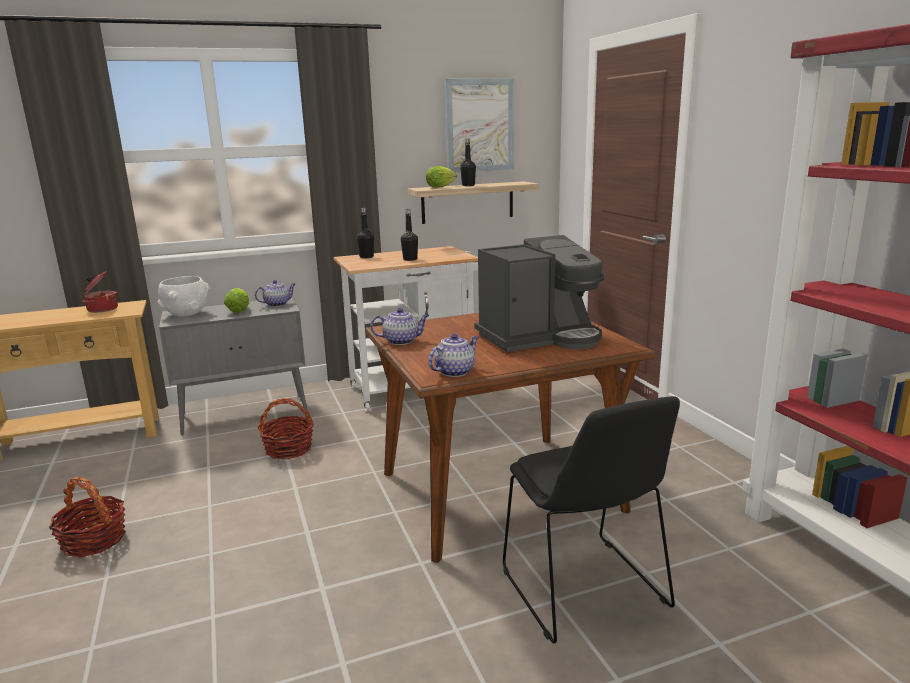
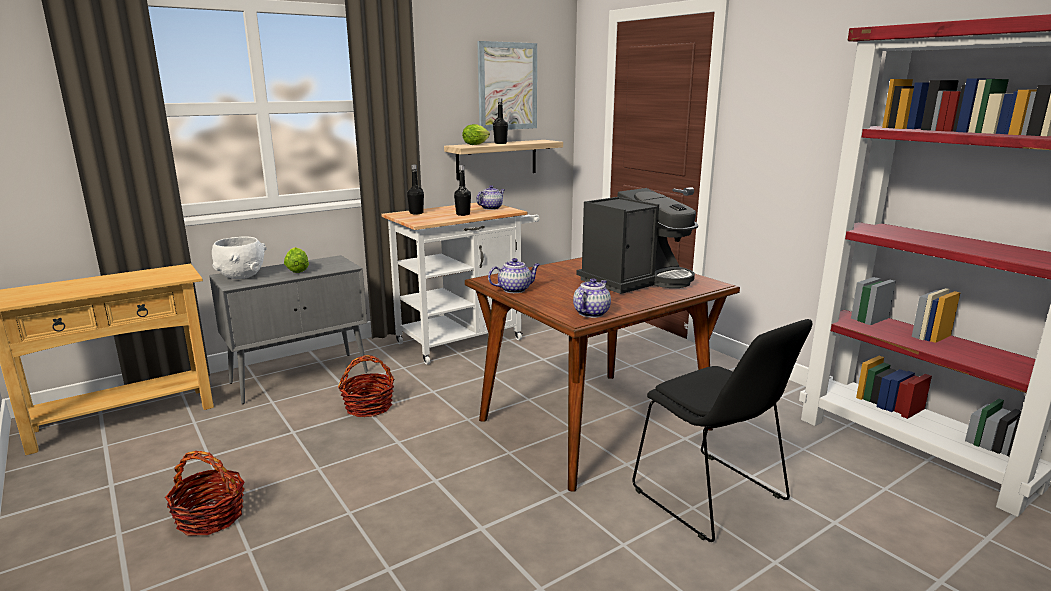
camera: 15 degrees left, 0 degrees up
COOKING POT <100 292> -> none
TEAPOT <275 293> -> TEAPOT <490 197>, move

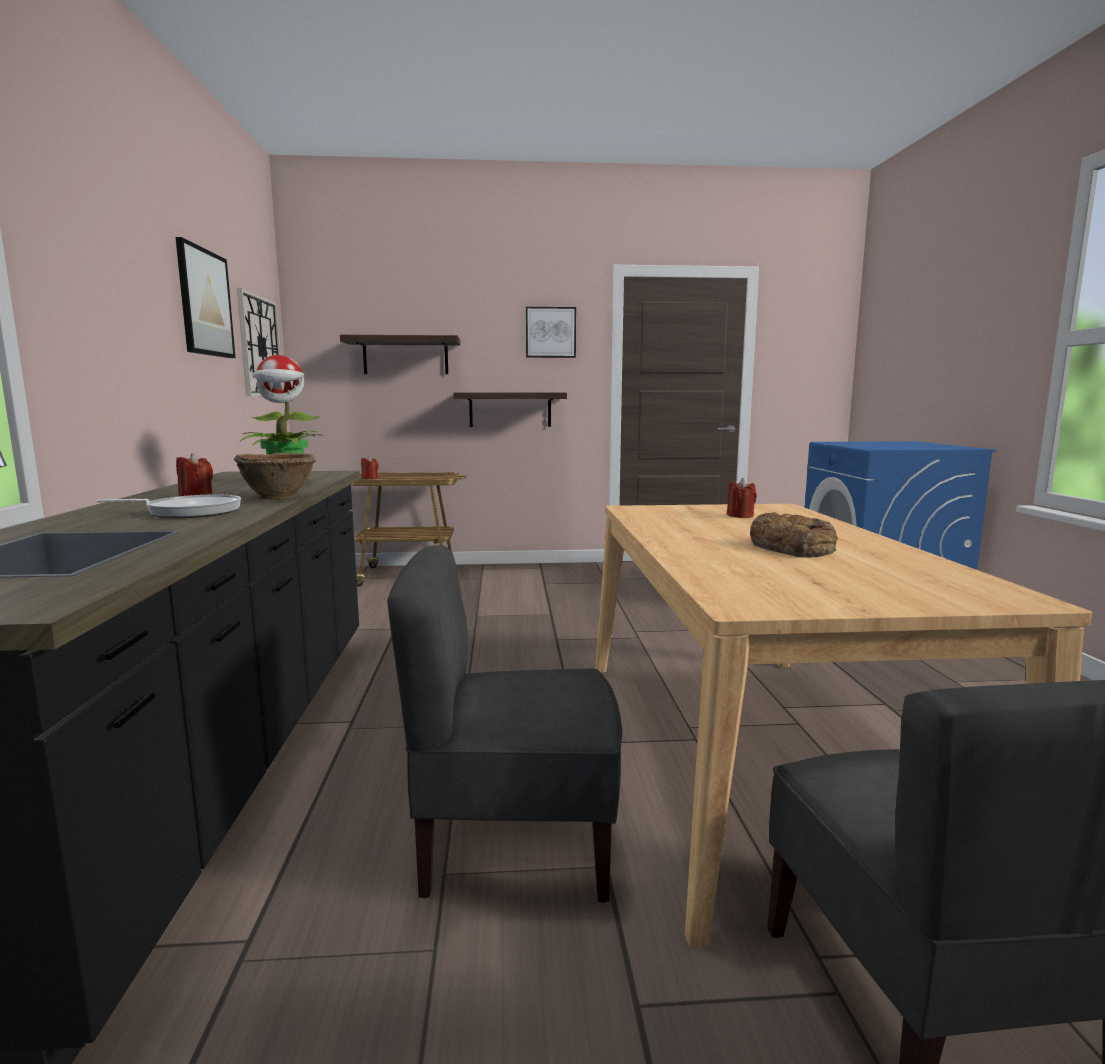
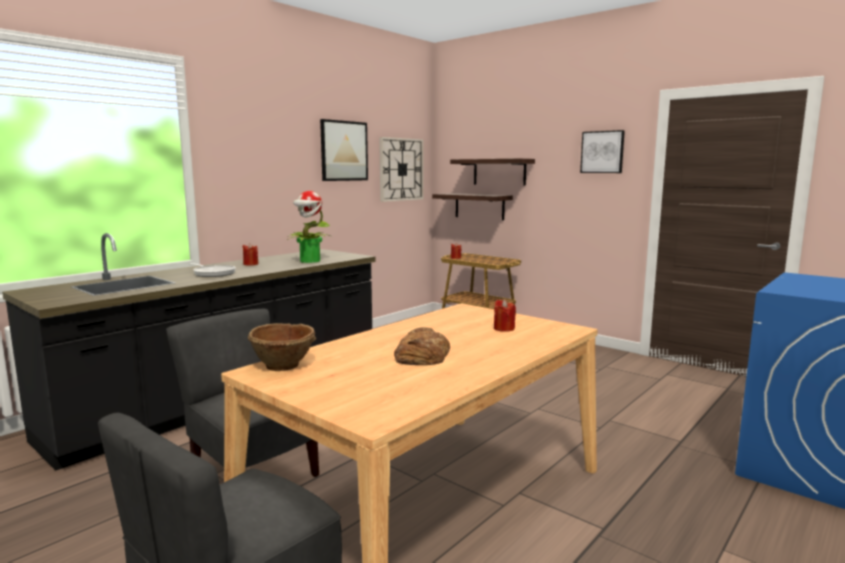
camera: 45 degrees right, 0 degrees up
BROWN-COLOURED SERVING BOWL <275 476> -> BROWN-COLOURED SERVING BOWL <281 347>, move
WALL SHELF <510 410> -> WALL SHELF <472 206>, move

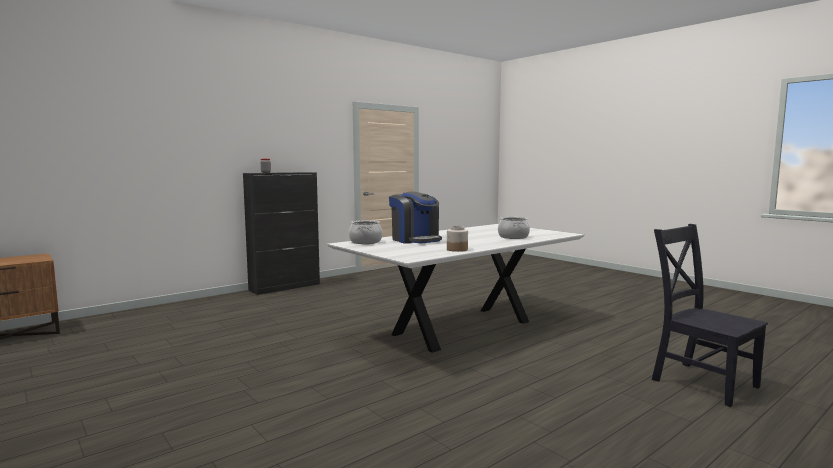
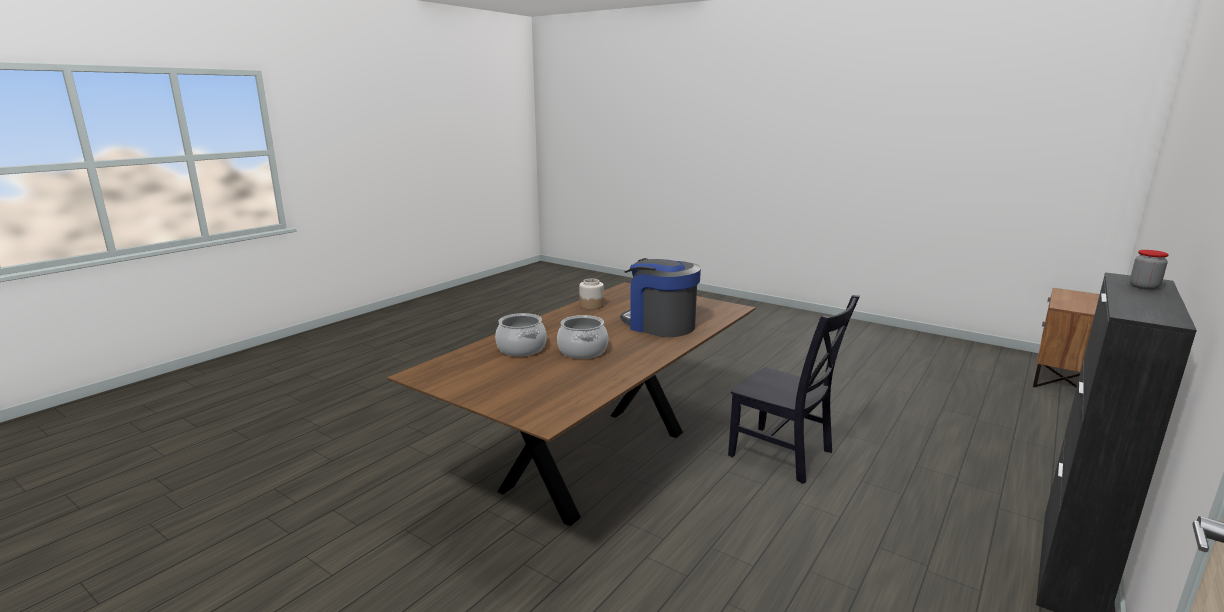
camera: 165 degrees right, 10 degrees up
WHITE-COLOURED DINNER TABLE <455 288> -> BROWN-COLOURED DINNER TABLE <571 404>
COOKING POT <365 232> -> COOKING POT <582 337>, move
BLACKISH PLAIN CHAIR <710 315> -> BLACKISH PLAIN CHAIR <794 389>, move

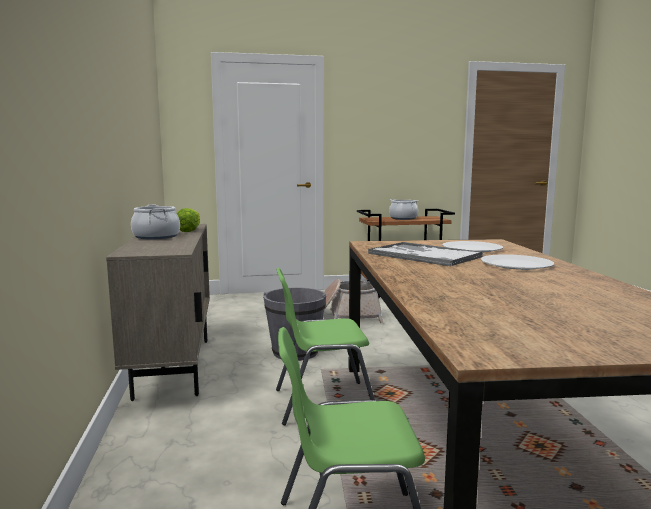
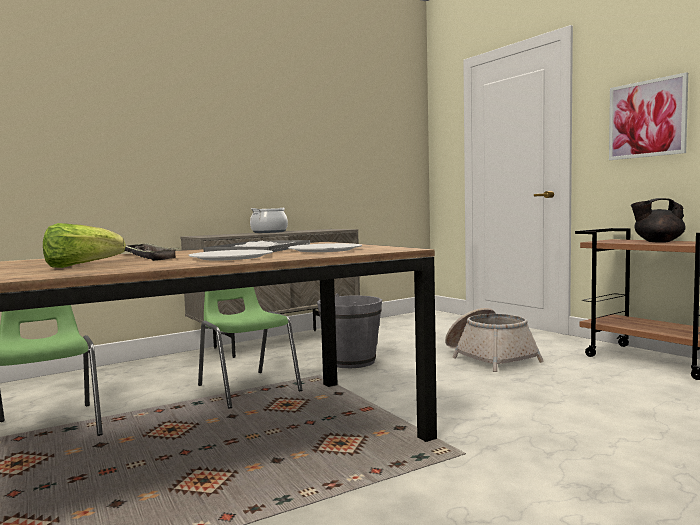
camera: 65 degrees right, 5 degrees down
LETTUCE <188 220> -> LETTUCE <84 245>, move
COOKING POT <403 209> -> BLACKISH TEAPOT <658 220>
none -> SERVING TRAY <152 252>
none -> PICTURE <648 116>

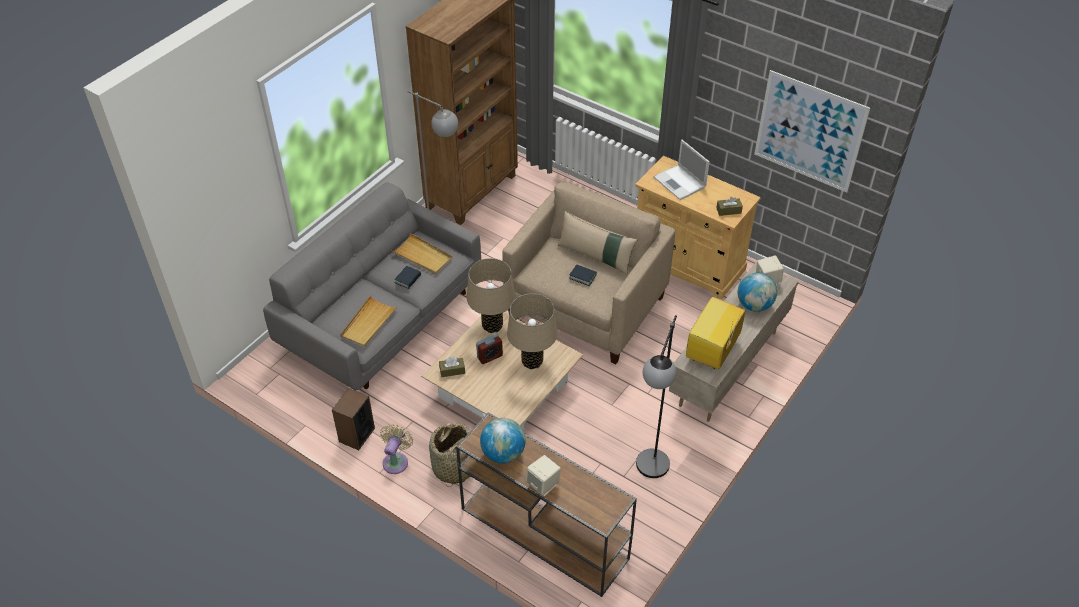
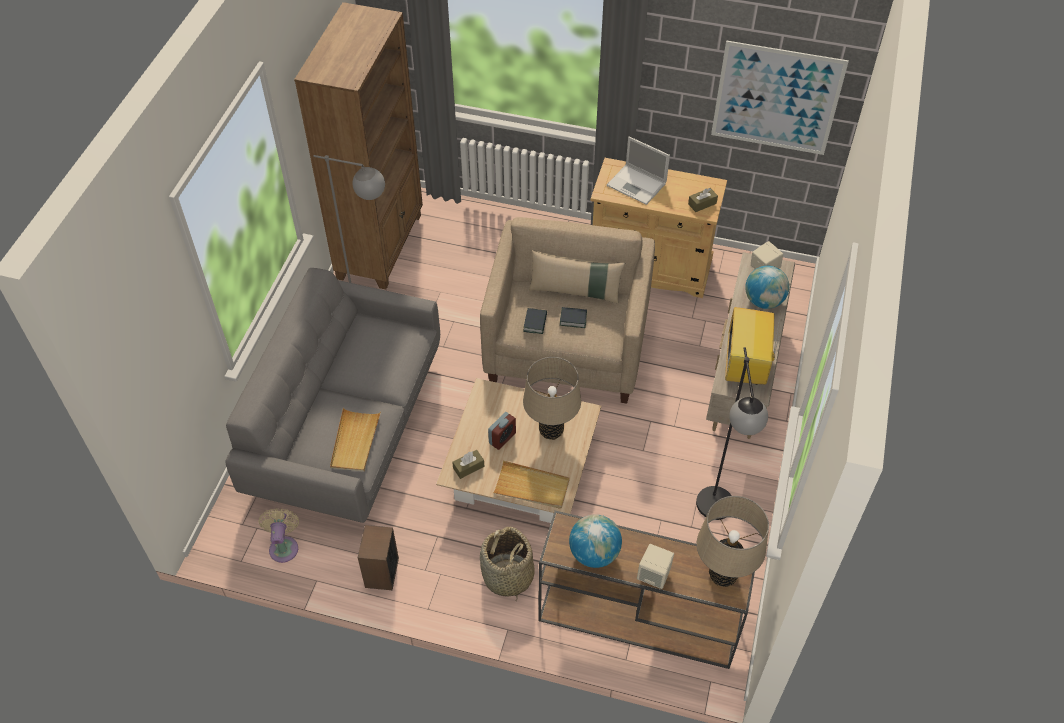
camera: 20 degrees left, 5 degrees up
BEIGE COOLING FAN <396 449> -> BEIGE COOLING FAN <279 535>, move
BEIGE SERVING TRAY <422 254> -> BEIGE SERVING TRAY <531 484>, move
BOUND BOOK <408 277> -> BOUND BOOK <535 321>, move
BEIGE TABLE LAMP <491 295> -> BEIGE TABLE LAMP <733 541>, move

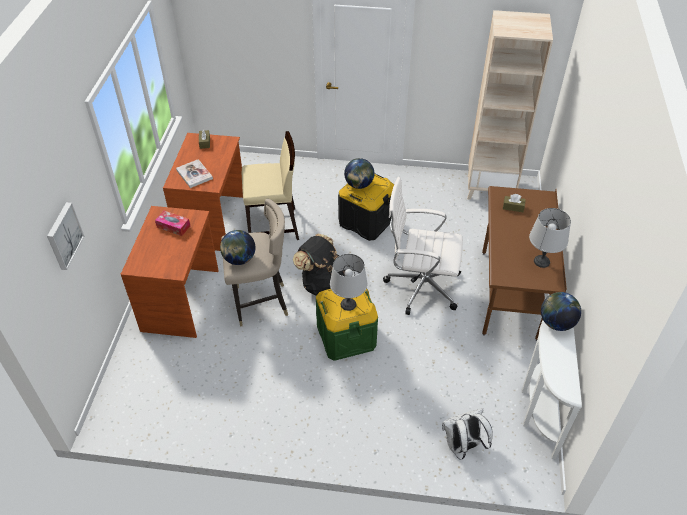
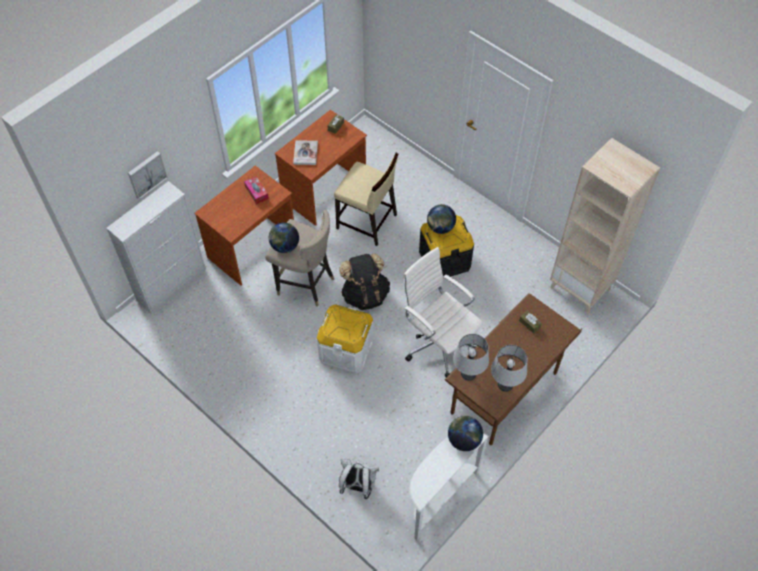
camera: 35 degrees right, 10 degrees up
GREEN STORAGE CONTAINER <347 324> -> WHITE-COLOURED STORAGE CONTAINER <345 338>
GREYISH TABLE LAMP <348 282> -> GREYISH TABLE LAMP <471 357>, move
none -> WHITE-COLOURED CUPBOARD <156 247>

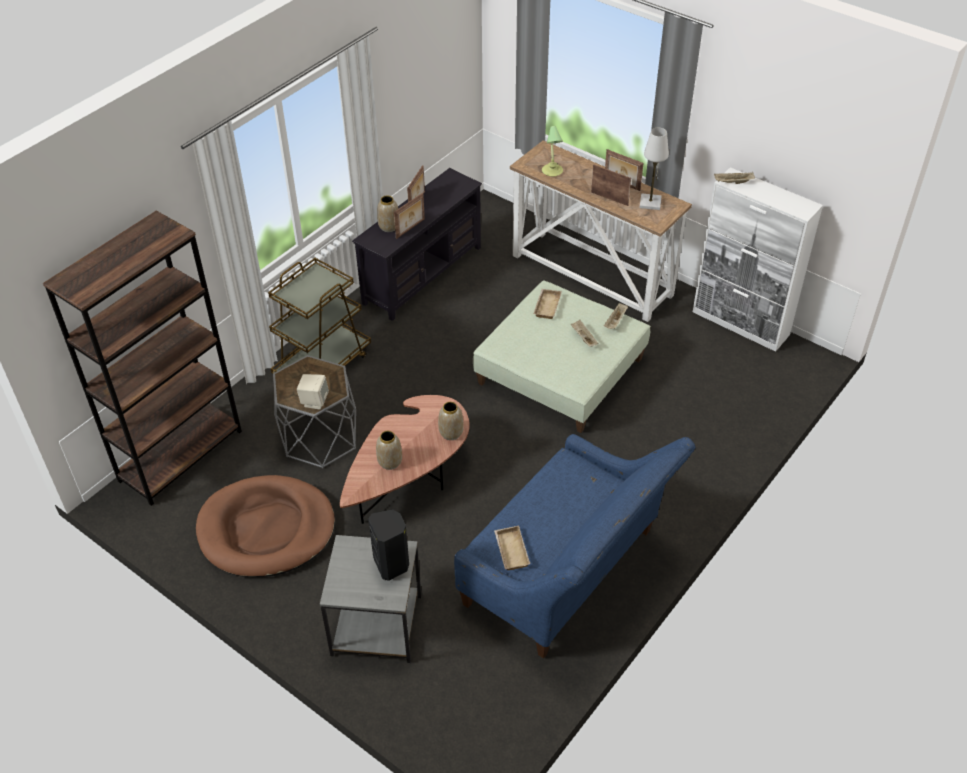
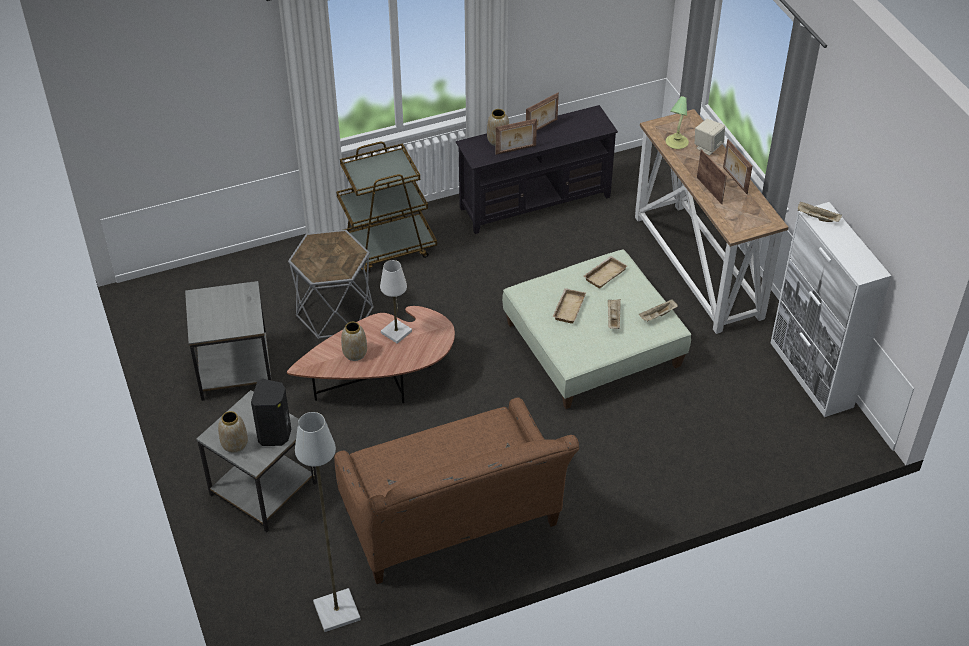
camera: 30 degrees right, 0 degrees up
BROWN-COLOURED BOOKSHELF <142 358> -> none
BROWN-COLOURED DOG CUSHION <265 526> -> GREYISH SIDE TABLE <228 341>
BEIGE LOUDSPEAKER <313 392> -> BEIGE LOUDSPEAKER <710 137>, move
DECORATIVE VASE <451 421> -> DECORATIVE VASE <233 432>, move
BLUE SOFA <575 546> -> BROWN-COLOURED SOFA <456 491>
BEIGE SERVING TRAY <512 548> -> BEIGE SERVING TRAY <569 306>, move
WHITE-COLOURED TABLE LAMP <654 169> -> WHITE-COLOURED TABLE LAMP <396 302>, move
none -> GREYISH FLOOR LAMP <328 522>

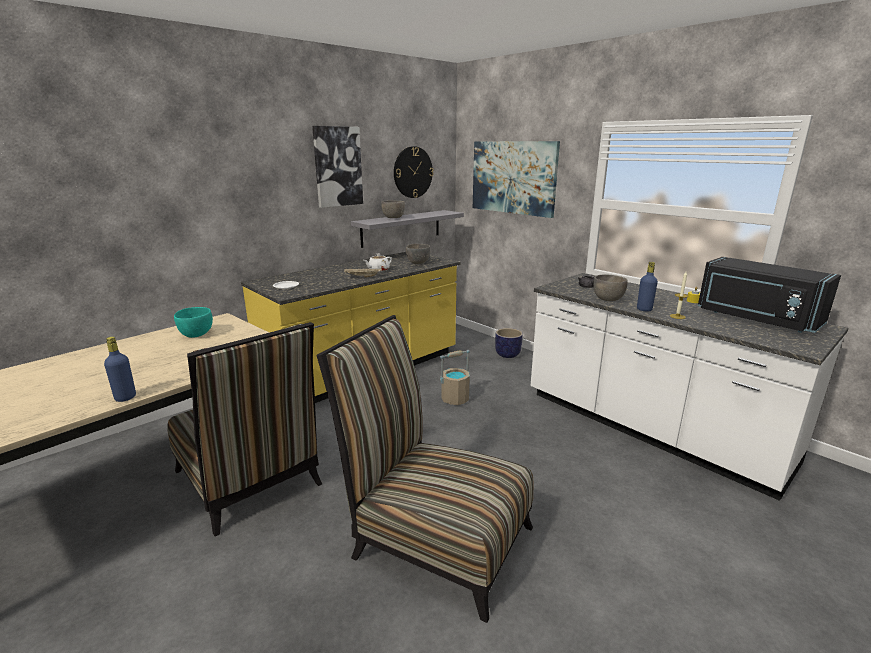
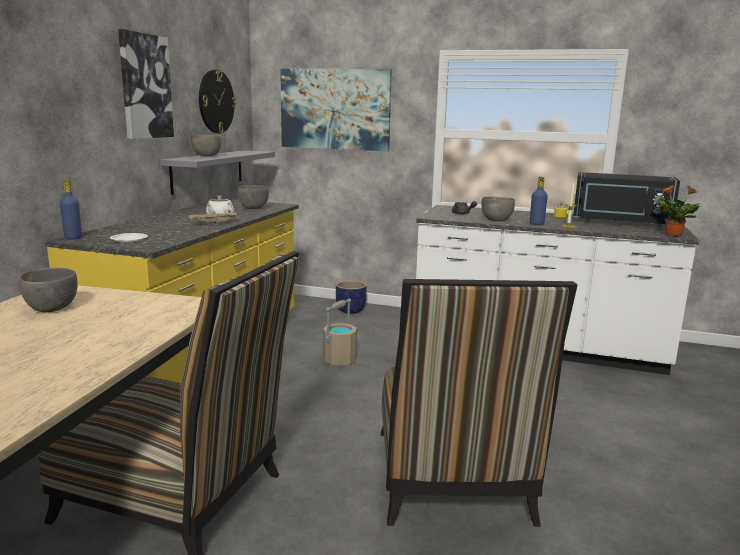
camera: 30 degrees left, 5 degrees down
BLUE BEVERAGE BOTTLE <120 369> -> BLUE BEVERAGE BOTTLE <71 209>, move
BLUE-GREEN SERVING BOWL <193 322> -> GREYISH SERVING BOWL <48 290>
PLAIN CHAIR <424 469> -> PLAIN CHAIR <479 403>, 90 degrees counterclockwise
none -> HOUSEPLANT <677 211>

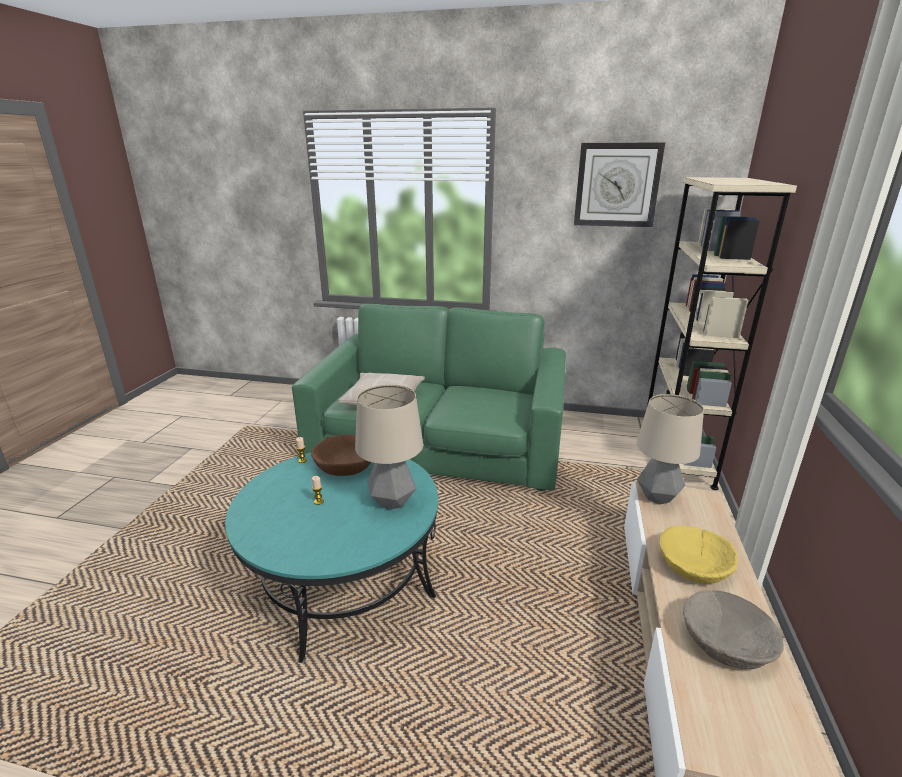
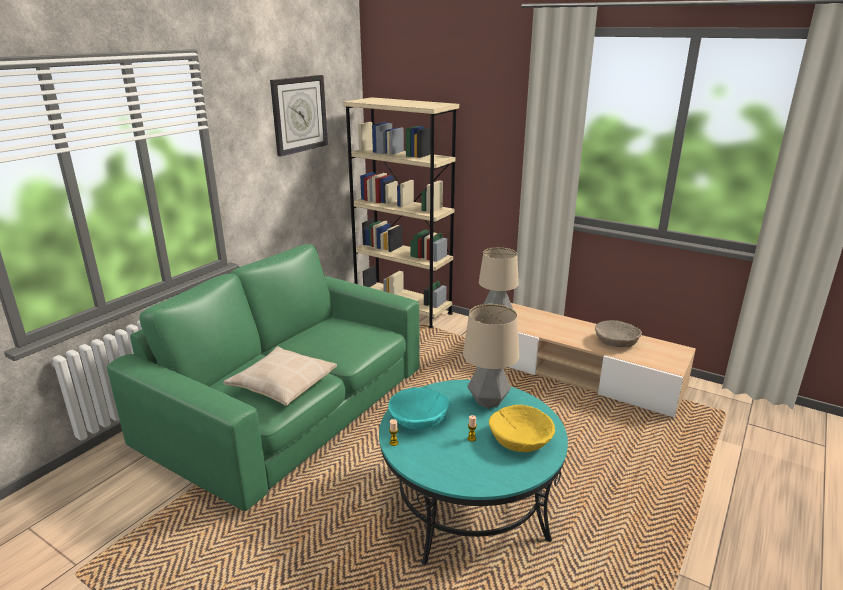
camera: 70 degrees left, 0 degrees up
BROWN-COLOURED SERVING BOWL <341 455> -> BLUE-GREEN SERVING BOWL <418 408>
YELLOW SERVING BOWL <698 554> -> YELLOW SERVING BOWL <522 428>, move

